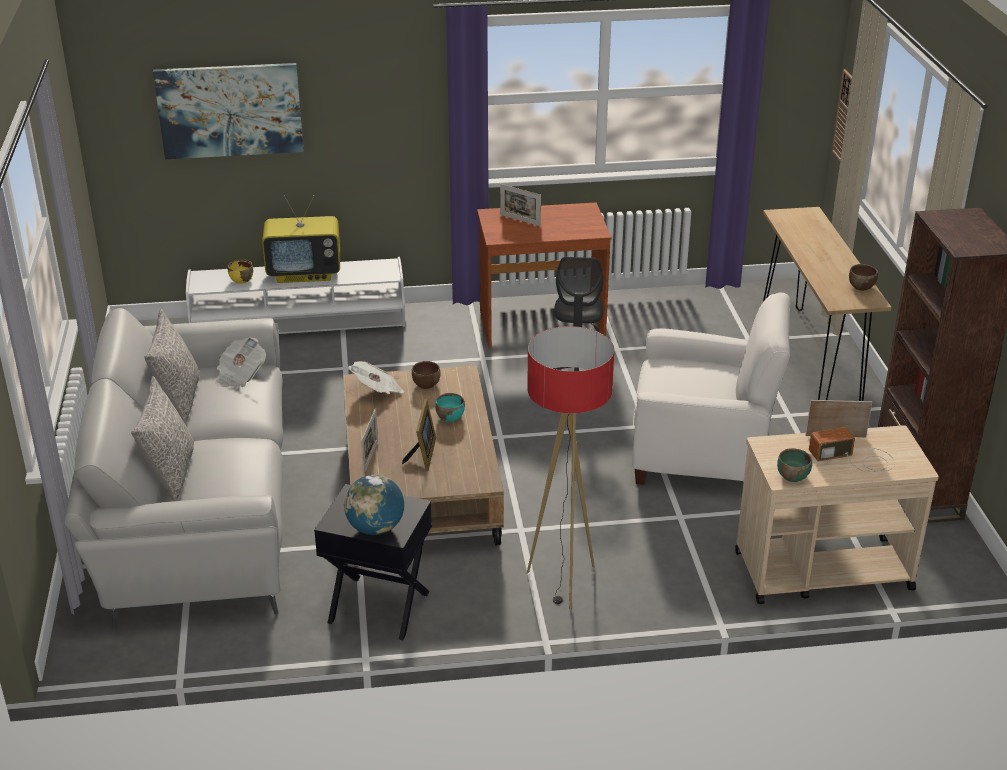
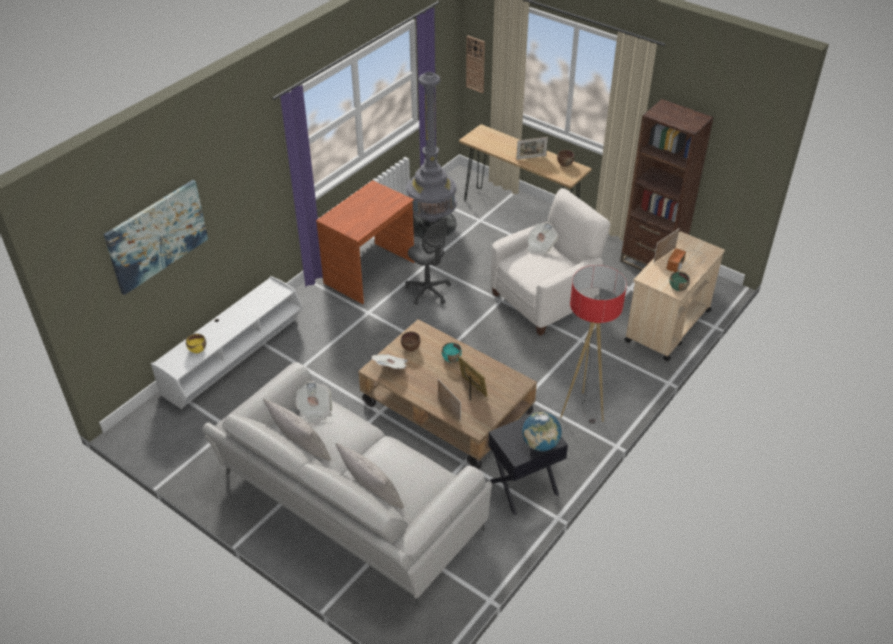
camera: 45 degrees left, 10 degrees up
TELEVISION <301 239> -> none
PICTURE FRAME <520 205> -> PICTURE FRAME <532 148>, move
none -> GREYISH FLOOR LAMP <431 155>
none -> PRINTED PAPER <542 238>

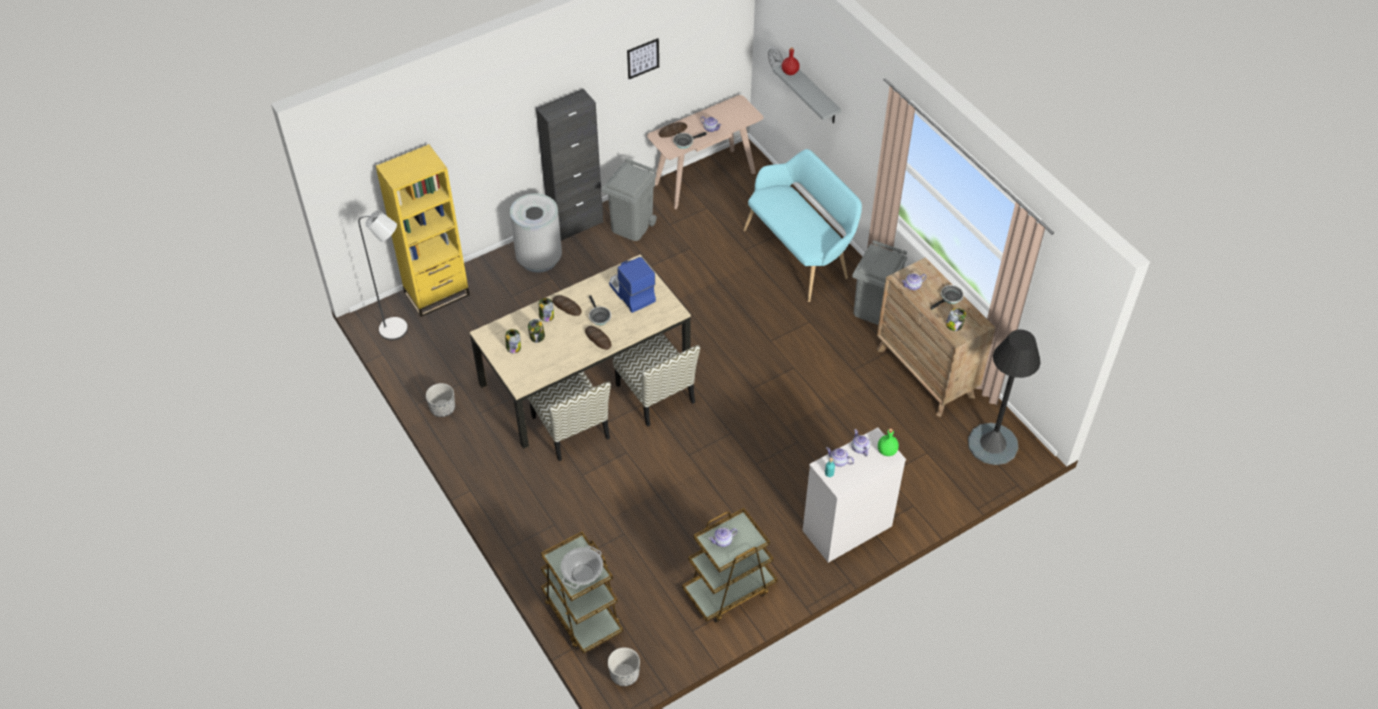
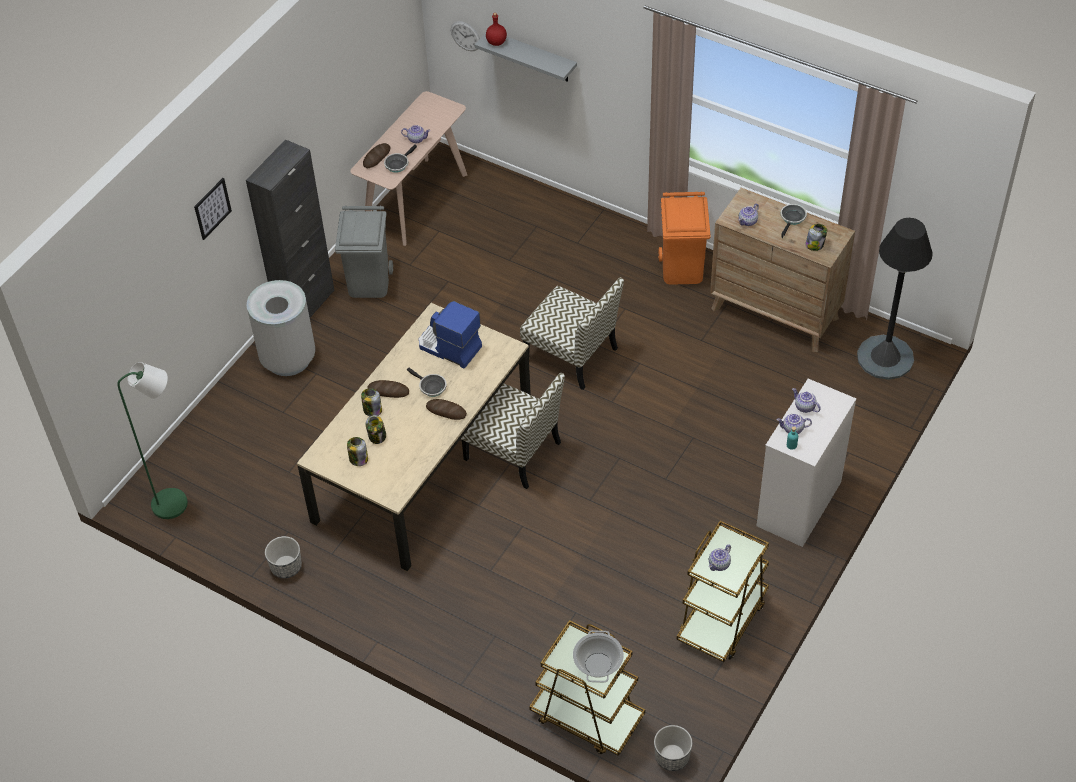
camera: 25 degrees left, 0 degrees up
GREYISH FLOOR LAMP <383 275> -> GREEN FLOOR LAMP <152 440>
YELLOW BOOKSHELF <423 230> -> none
PLAIN CHAIR <569 416> -> PLAIN CHAIR <572 334>, move
PICTURE <643 58> -> PICTURE <213 209>, move
BLUE-GREEN BENCH <802 225> -> none
GREYISH TRASH CAN <879 282> -> ORANGE TRASH CAN <684 238>
GREEN BEVERAGE BOTTLE <888 442> -> none

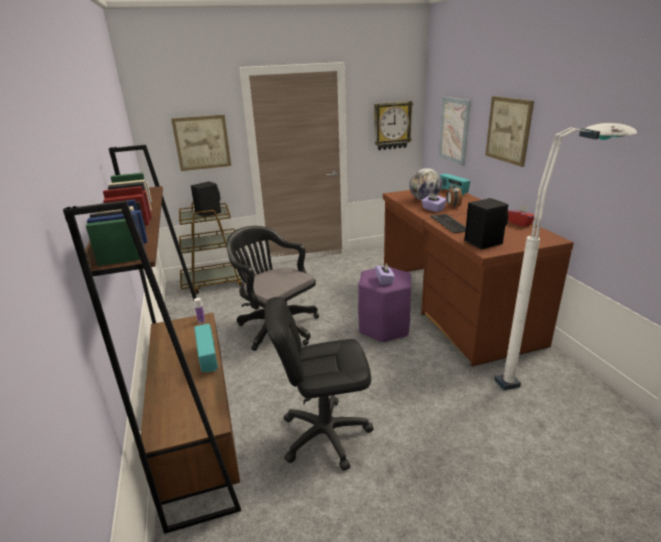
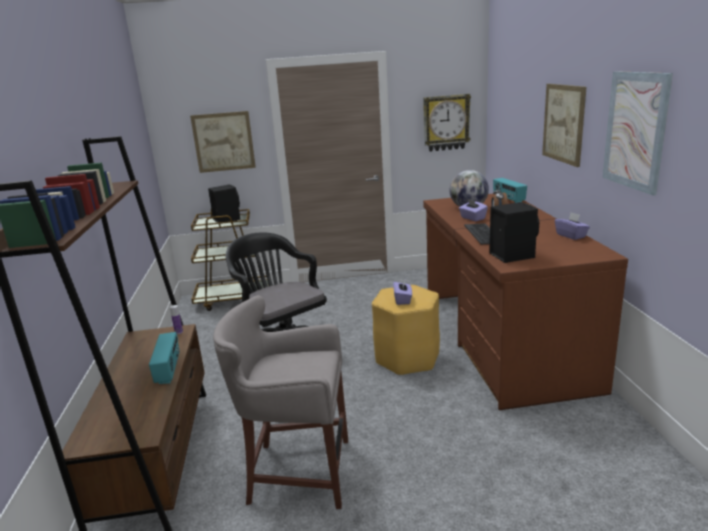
camera: 10 degrees right, 5 degrees down
BLACKISH COMPUTER CHAIR <319 384> -> GREYISH STOOL <280 402>
PURPLISH STOOL <384 305> -> YELLOW STOOL <406 330>
PICTURE <455 131> -> PICTURE <637 133>, move
WHITE-COLOURED FLOOR LAMP <565 257> -> none
REDDISH TISSUE BOX <521 215> -> PURPLISH TISSUE BOX <572 226>

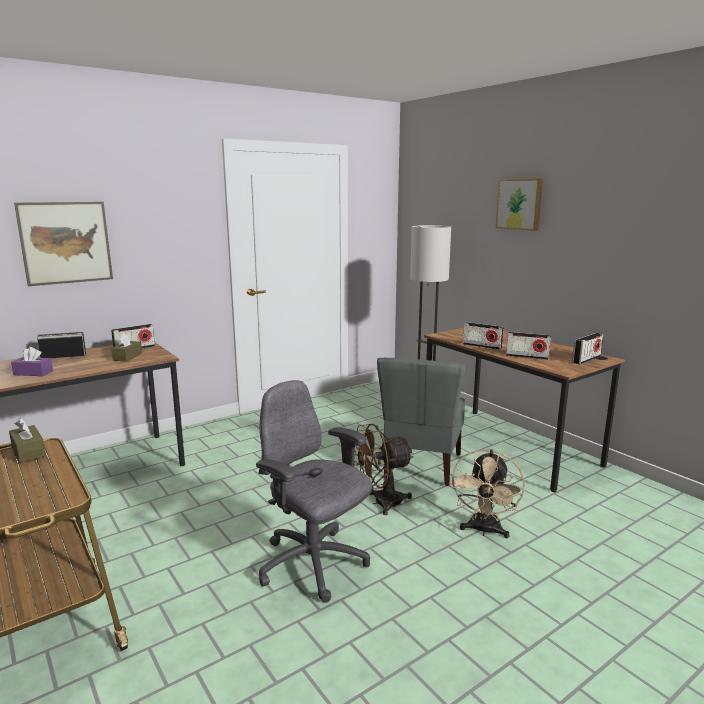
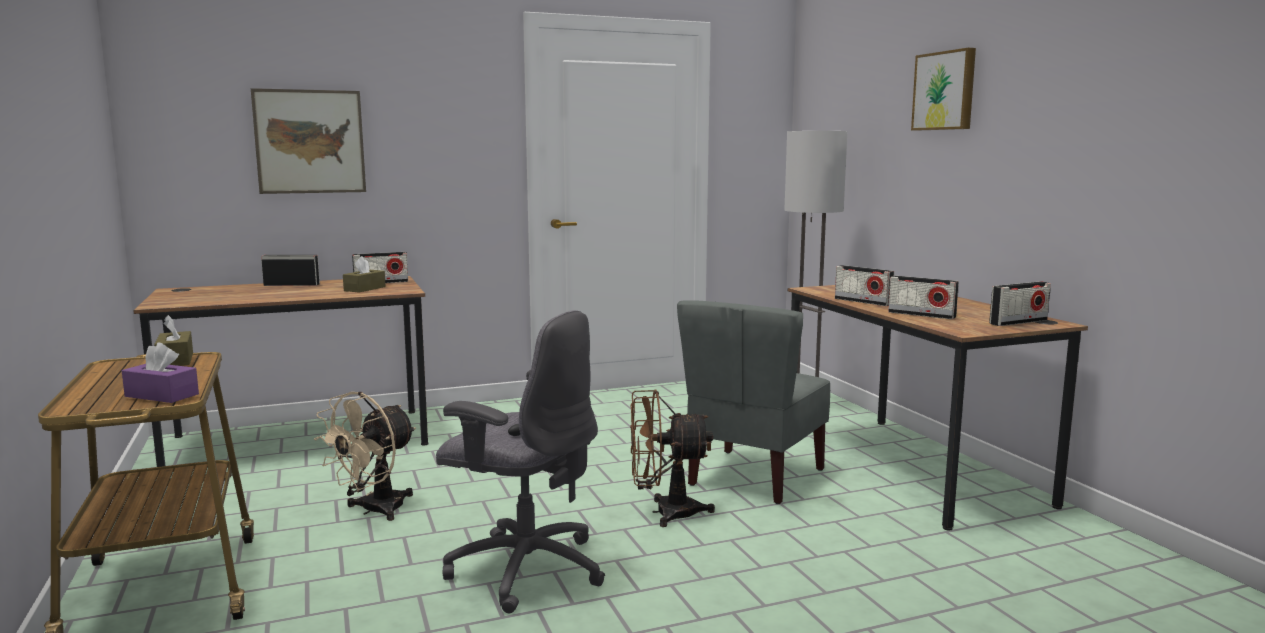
camera: 15 degrees right, 5 degrees down
PURPLISH TISSUE BOX <32 361> -> PURPLISH TISSUE BOX <160 372>, move
GREYISH COMPUTER CHAIR <314 491> -> GREYISH COMPUTER CHAIR <520 461>, 150 degrees clockwise
BEIGE COOLING FAN <487 493> -> BEIGE COOLING FAN <365 456>, move

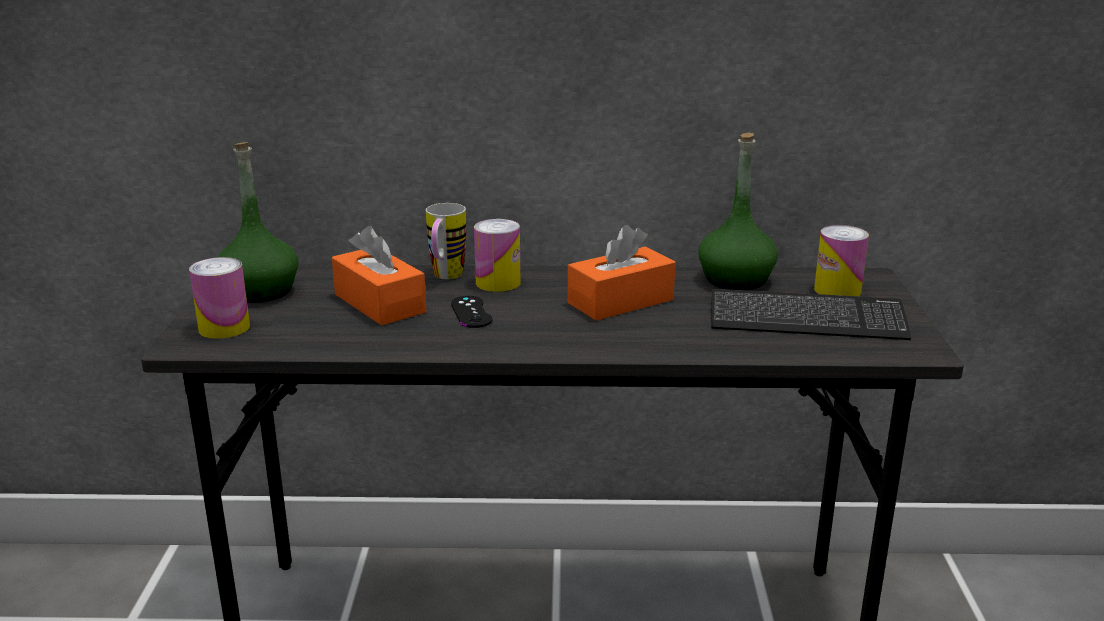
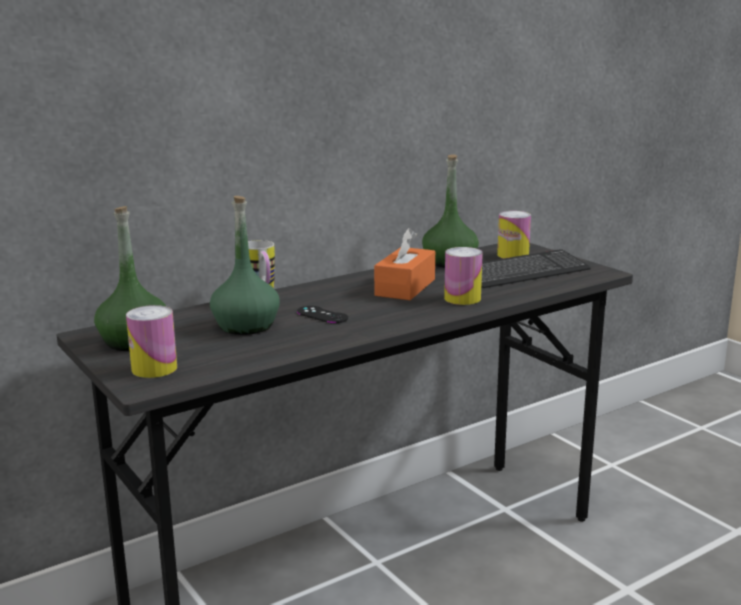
camera: 35 degrees left, 5 degrees down
ORANGE TISSUE BOX <379 276> -> GREEN BEVERAGE BOTTLE <245 265>
CAN <497 255> -> CAN <463 276>, move

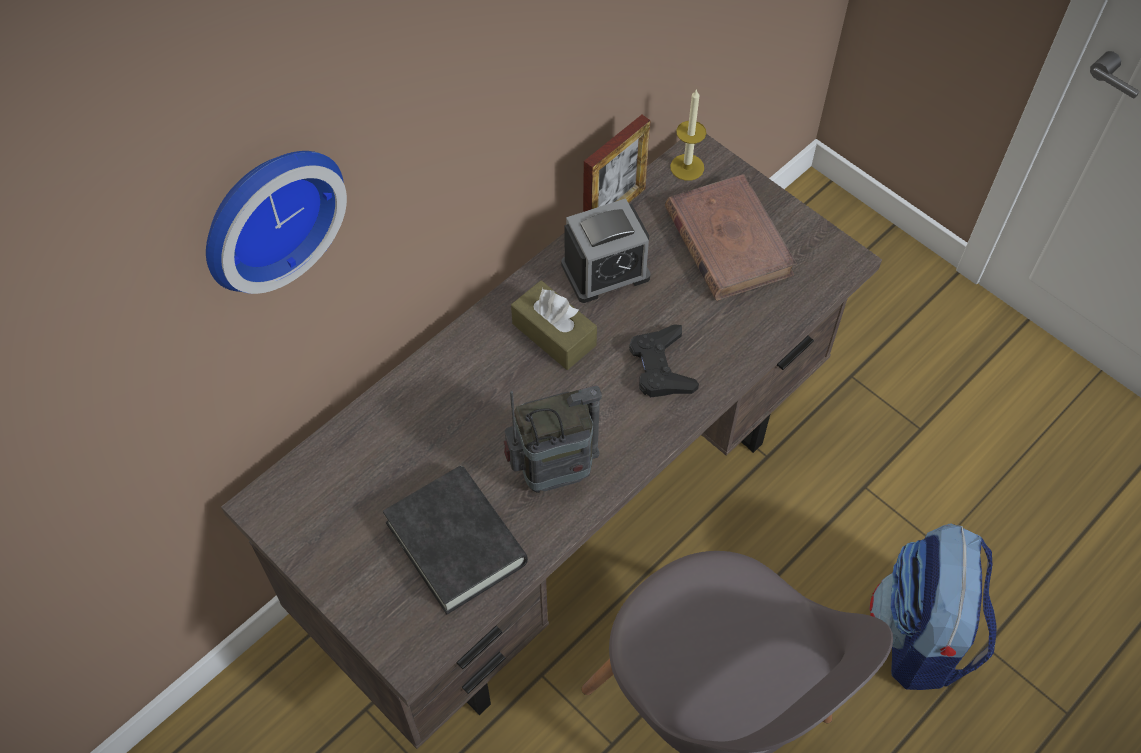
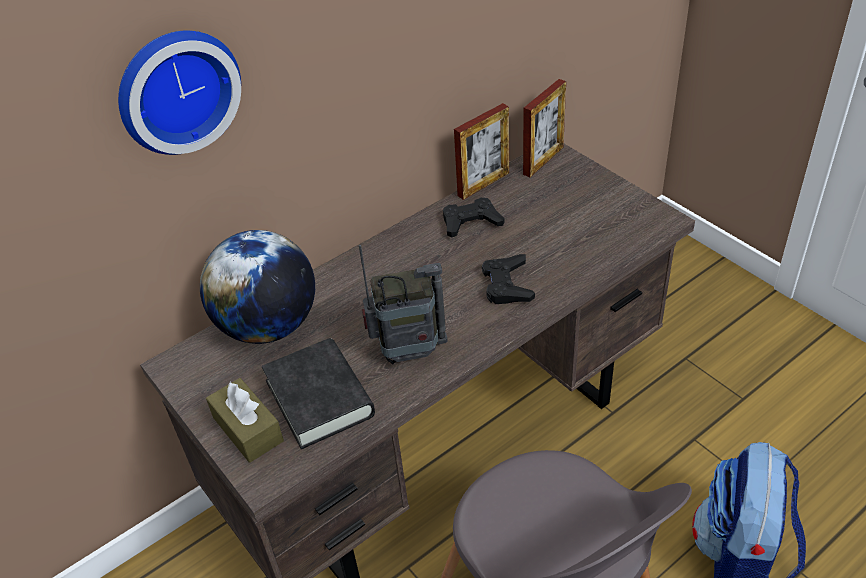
camera: 10 degrees right, 15 degrees down
BROWN-COLOURED TISSUE BOX <554 325> -> BROWN-COLOURED TISSUE BOX <245 420>, move
ALARM CLOCK <606 250> -> BLACKISH GAME CONTROLLER <474 217>
BROWN-COLOURED BOUND BOOK <731 237> -> none
WAX LIGHT <688 135> -> PICTURE FRAME <544 128>
none -> WORLD GLOBE <257 287>

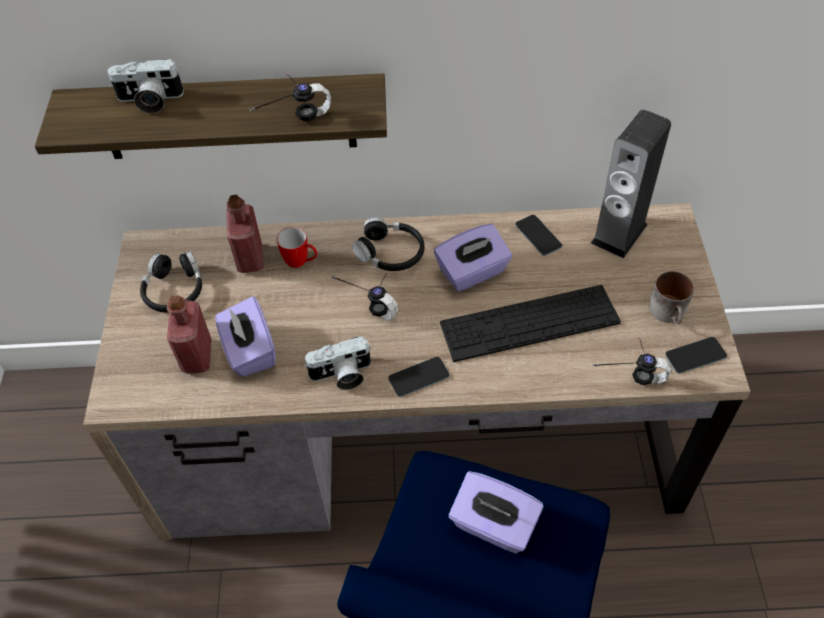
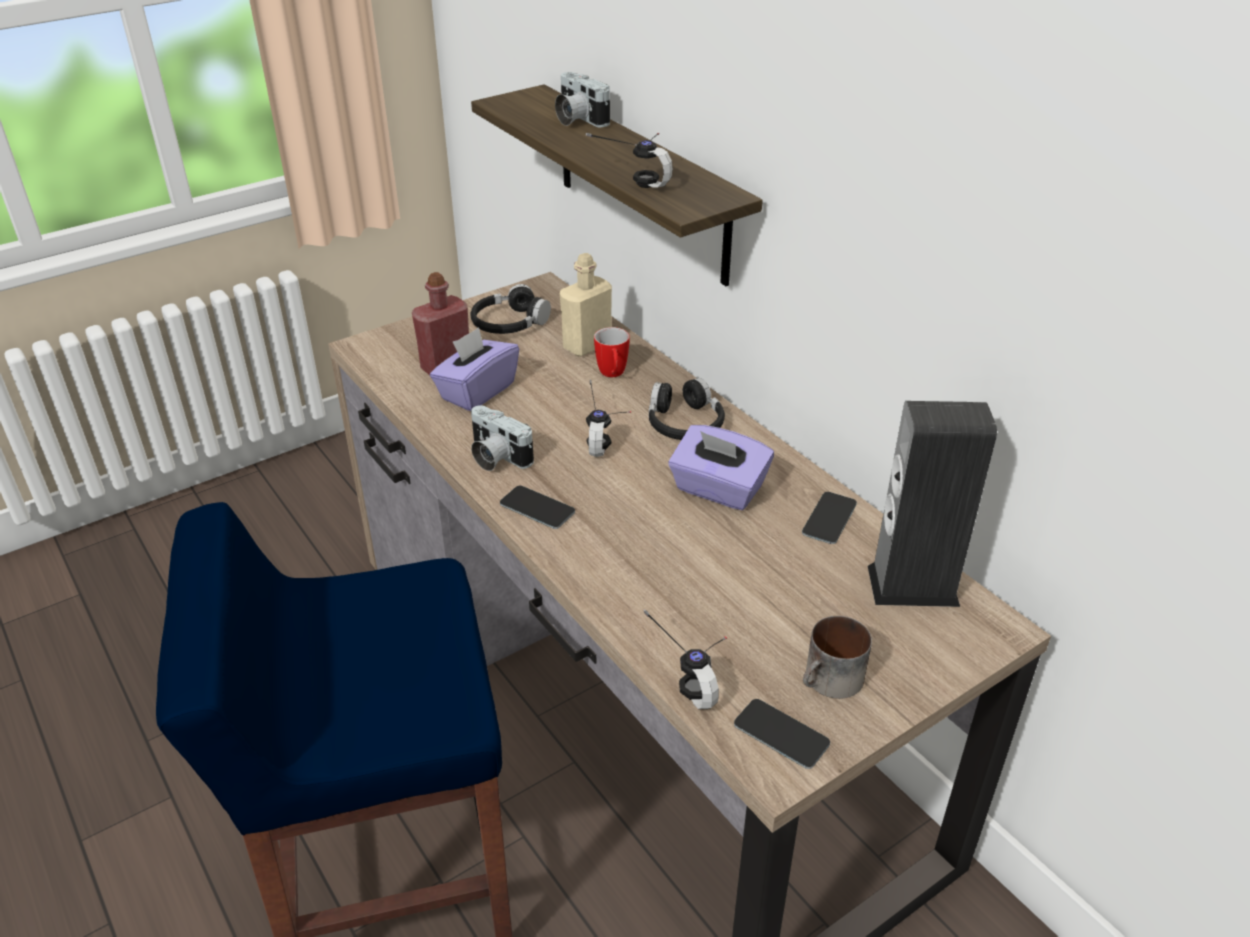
camera: 55 degrees right, 15 degrees down
REDDISH BEVERAGE BOTTLE <245 234> -> BEIGE BEVERAGE BOTTLE <586 305>
COMPUTER KEYBOARD <530 323> -> none
PURPLISH TISSUE BOX <496 512> -> none

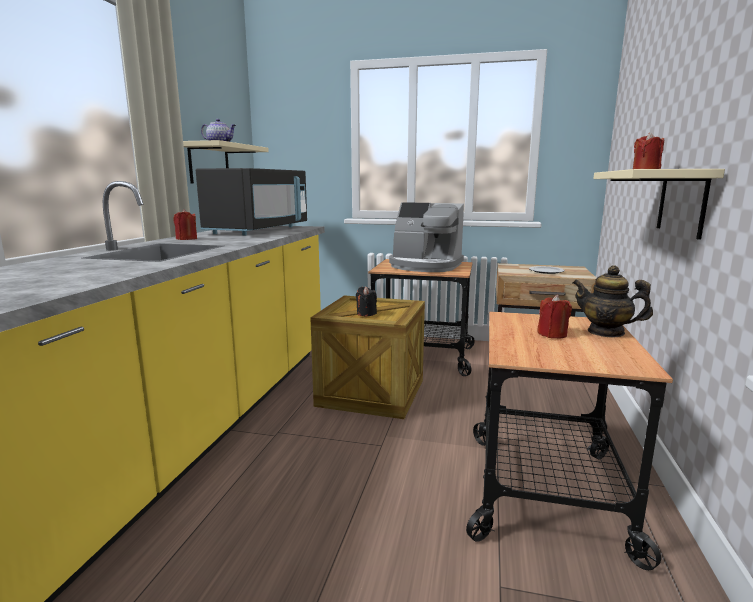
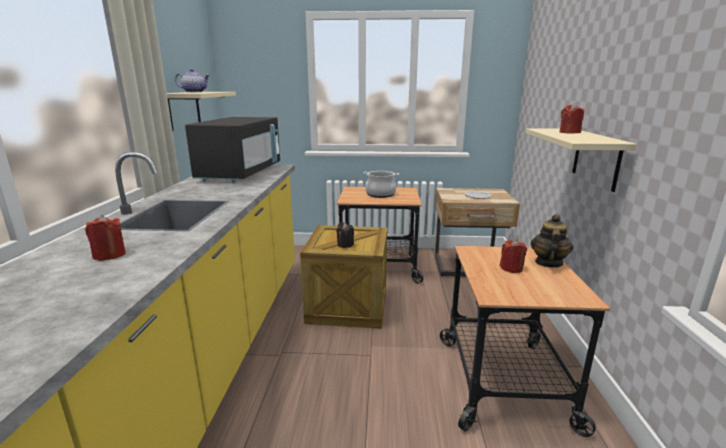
camera: 10 degrees left, 5 degrees up
REDDISH WAX LIGHT <185 224> -> REDDISH WAX LIGHT <105 238>, move
COFFEE MAKER <426 237> -> COOKING POT <381 184>
TEAPOT <613 301> -> TEAPOT <552 241>, 90 degrees clockwise

